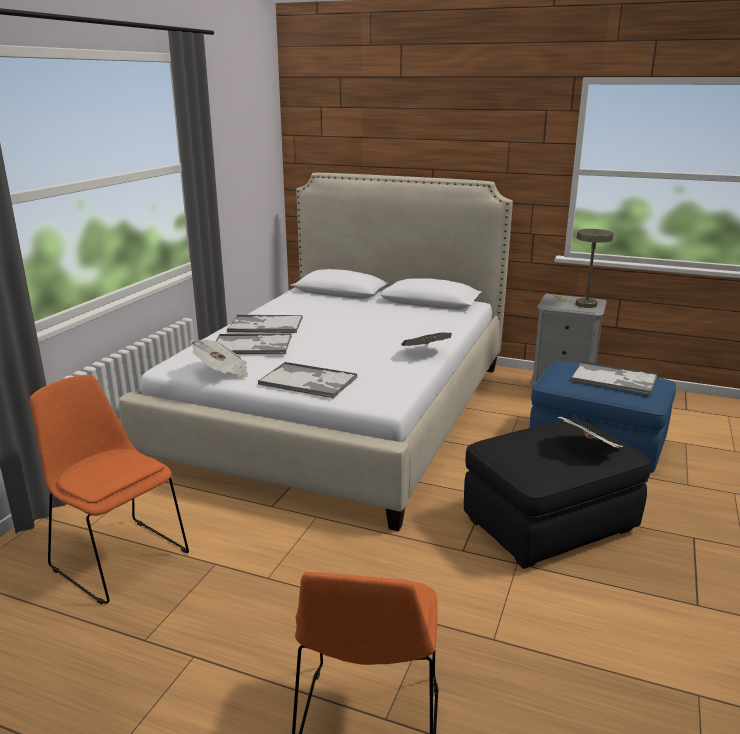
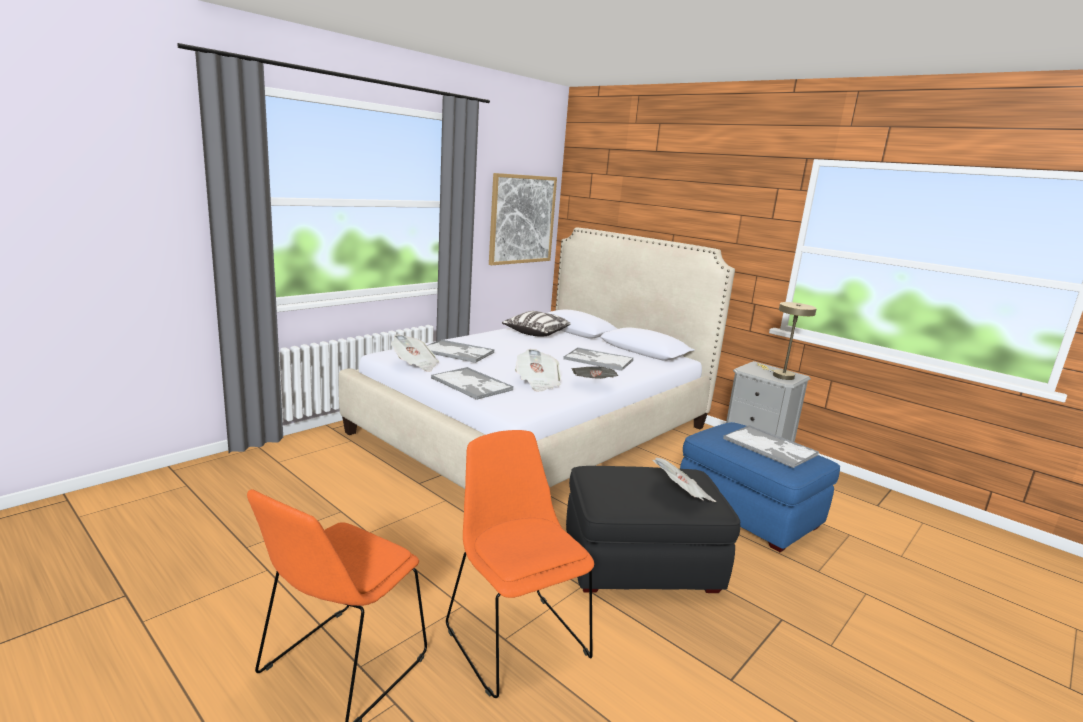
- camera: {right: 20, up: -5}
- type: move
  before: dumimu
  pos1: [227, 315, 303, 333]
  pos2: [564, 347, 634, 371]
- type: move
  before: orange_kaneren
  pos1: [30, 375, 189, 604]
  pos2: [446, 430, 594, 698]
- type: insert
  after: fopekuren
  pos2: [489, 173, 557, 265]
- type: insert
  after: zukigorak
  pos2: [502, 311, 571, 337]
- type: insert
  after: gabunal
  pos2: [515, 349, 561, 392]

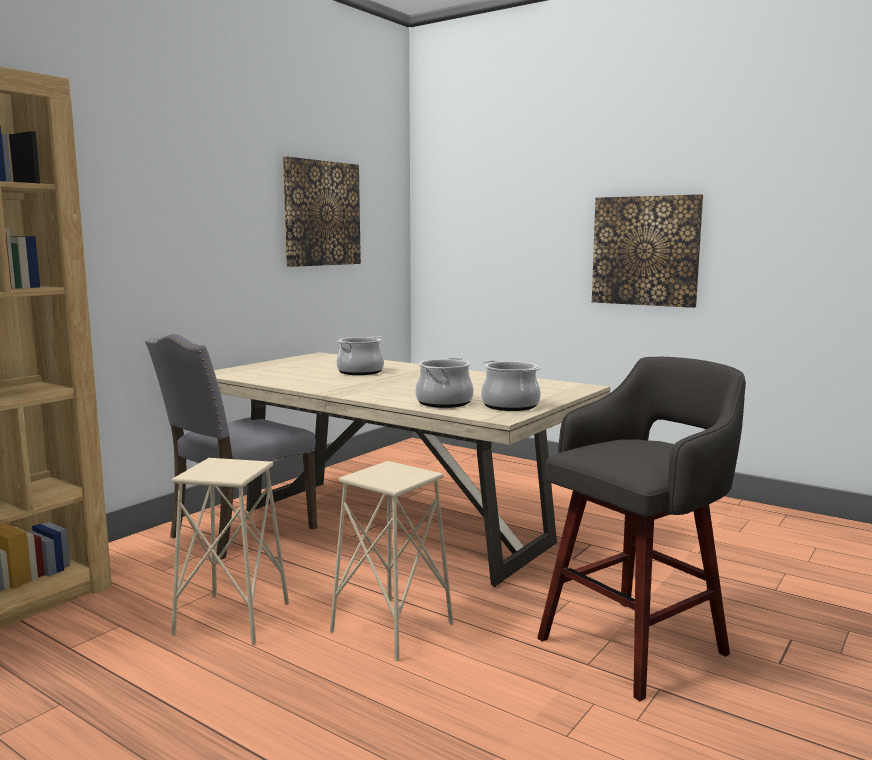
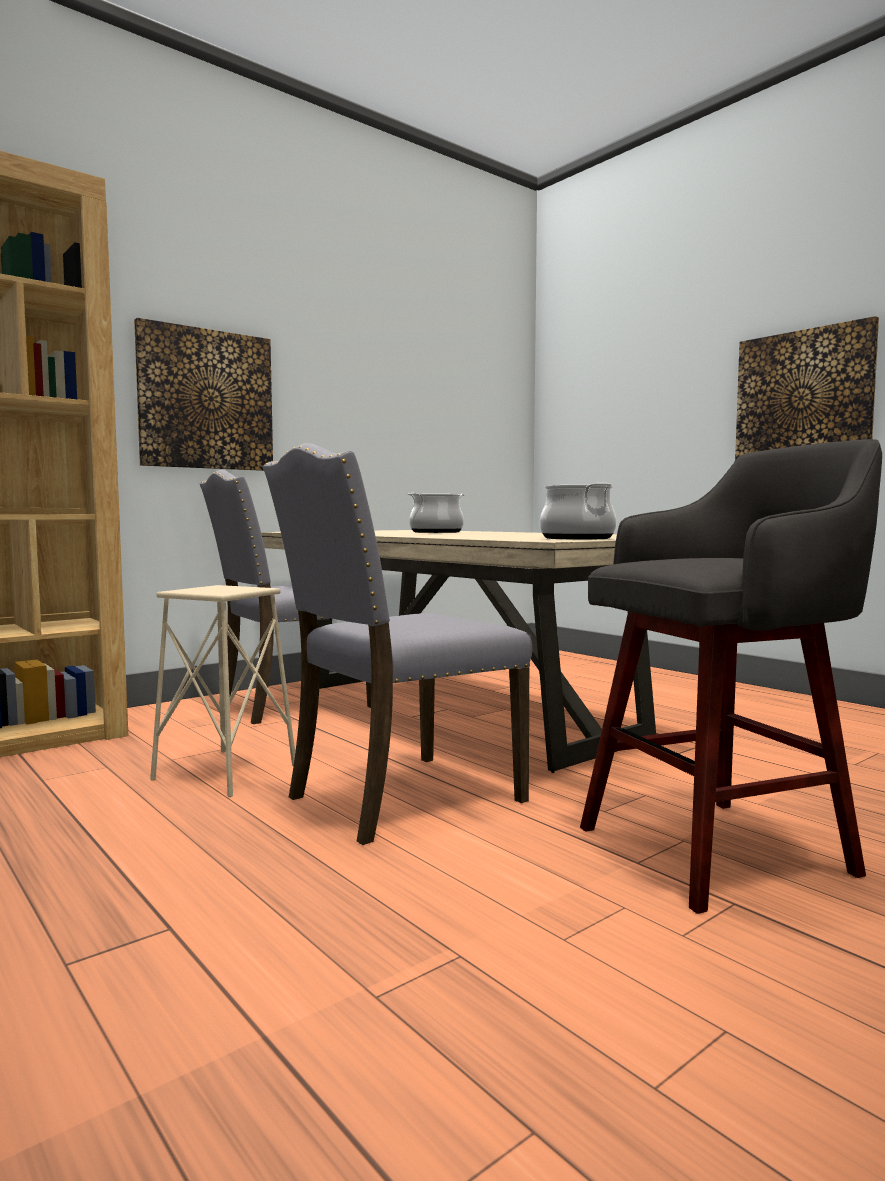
- camera: {right: 15, up: -5}
- type: move
  before: fopekuren
  pos1: [282, 156, 361, 267]
  pos2: [134, 318, 273, 471]
- type: delete
  before: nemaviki
  pos1: [415, 357, 474, 408]
- type: replace
  before: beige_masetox
  after: grey_kaneren
  pos1: [330, 461, 453, 661]
  pos2: [263, 443, 532, 845]

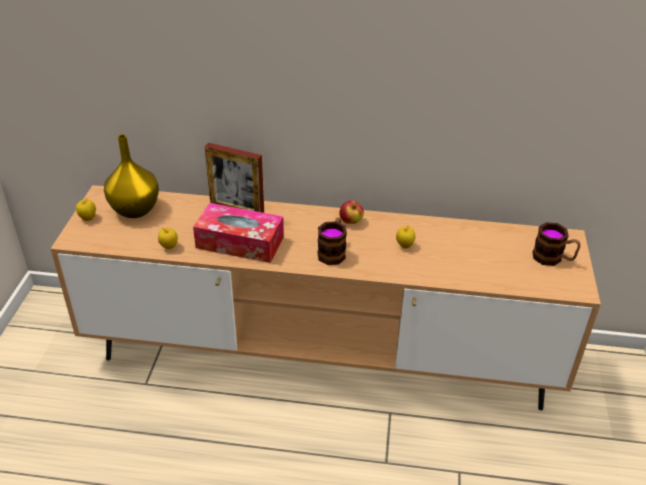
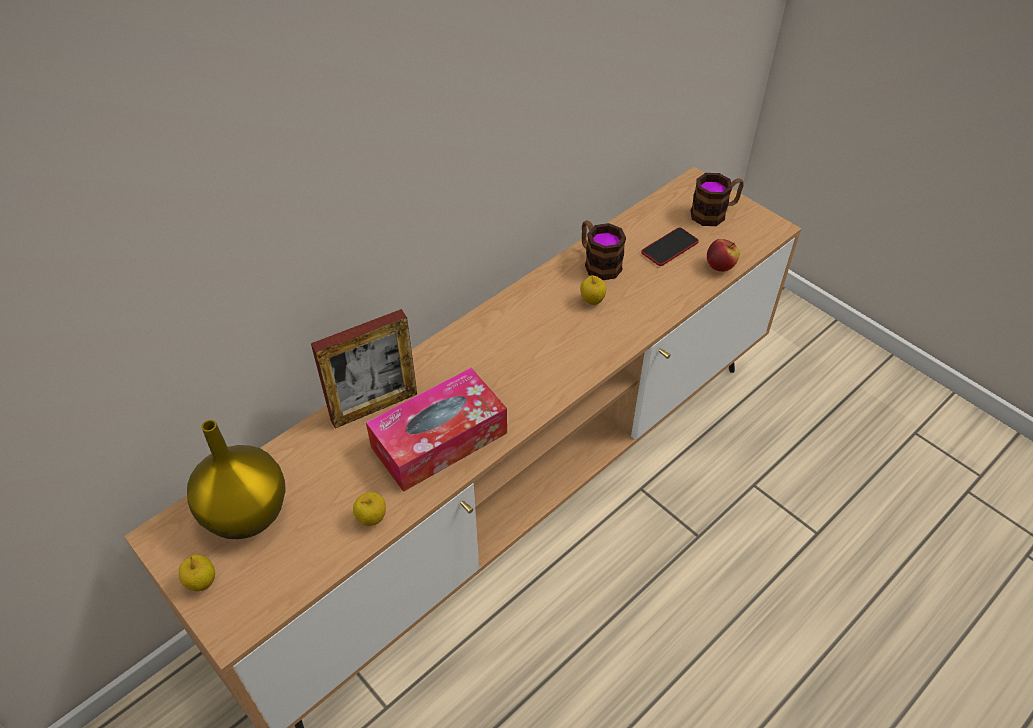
- camera: {right: -50, up: 10}
- type: move
  before: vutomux
  pos1: [339, 200, 364, 224]
  pos2: [707, 239, 740, 272]
- type: move
  before: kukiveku
  pos1: [317, 217, 347, 265]
  pos2: [582, 220, 626, 280]
- type: insert
  after: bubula
  pos2: [641, 228, 699, 266]

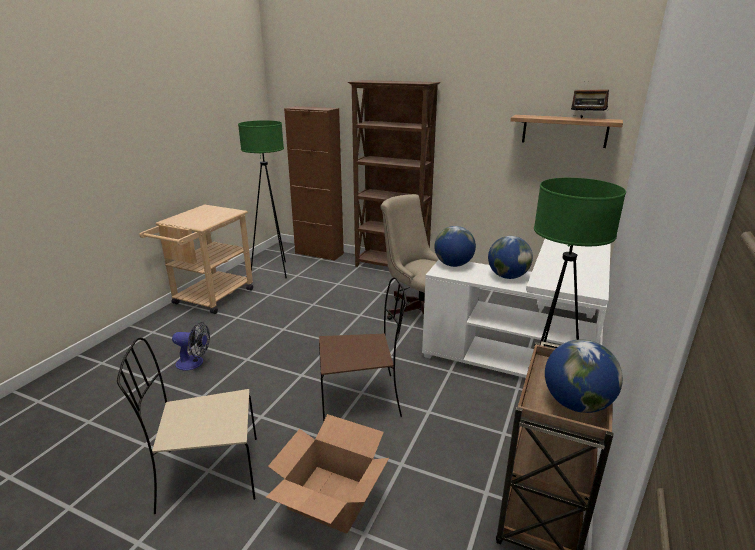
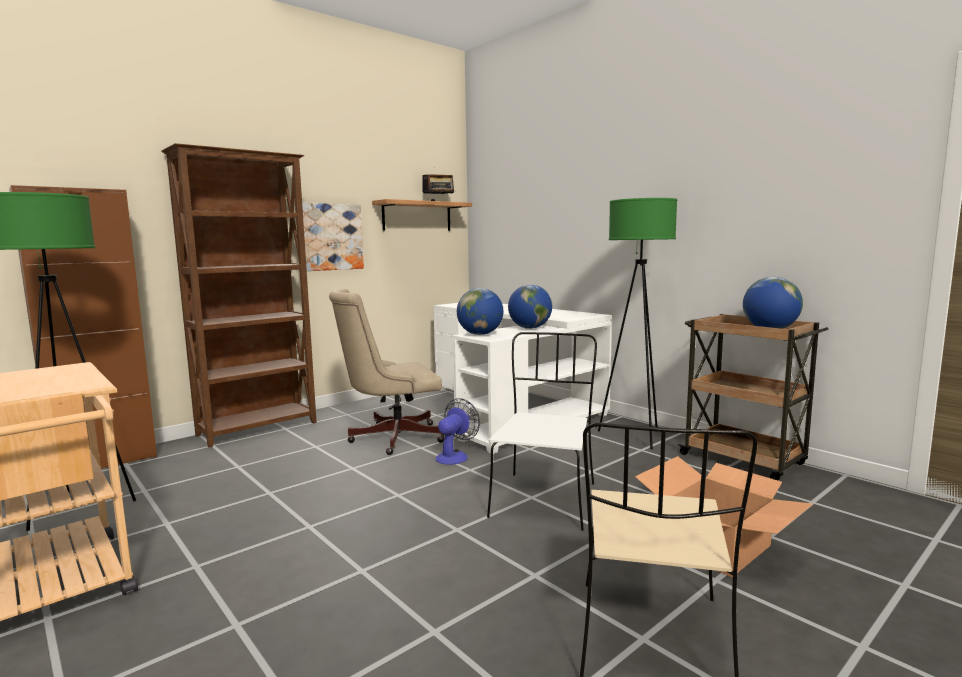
- camera: {right: -65, up: -15}
- type: recolor
  before: brown_kaneren
  after: white_kaneren
  pos1: [319, 277, 407, 422]
  pos2: [487, 332, 597, 531]
- type: move
  before: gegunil
  pos1: [172, 322, 210, 371]
  pos2: [436, 398, 480, 465]
- type: insert
  after: fopekuren
  pos2: [302, 203, 364, 271]

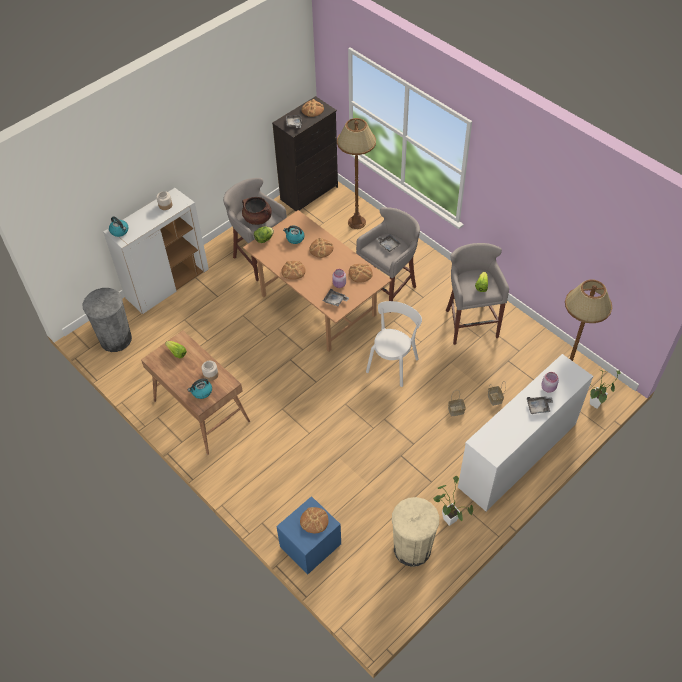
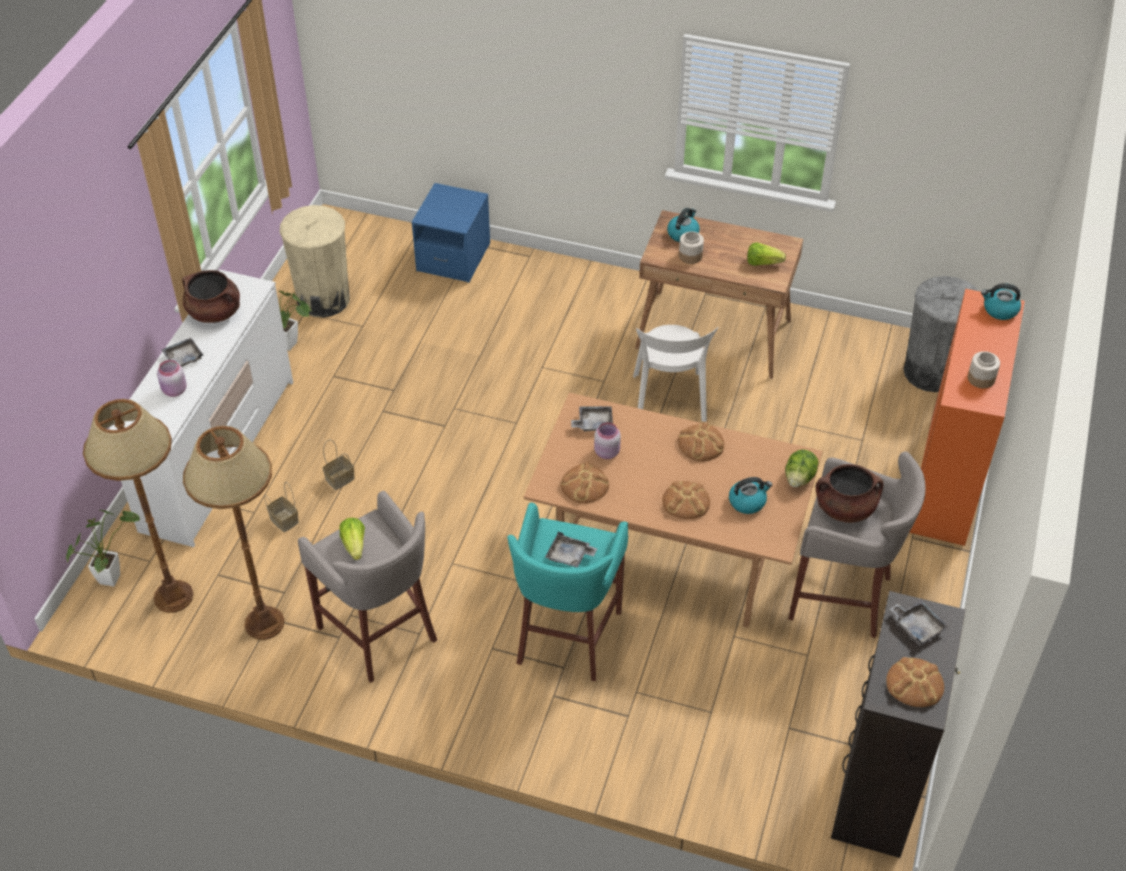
- camera: {right: 150, up: -5}
- type: move
  before: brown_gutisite
  pos1: [337, 118, 376, 229]
  pos2: [183, 426, 284, 640]
- type: recolor
  before: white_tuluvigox
  after: orange_tuluvigox
  pos1: [103, 188, 209, 314]
  pos2: [909, 289, 1025, 546]
- type: recolor
  before: grey_masetox
  after: turquoise_masetox
  pos1: [356, 207, 420, 313]
  pos2: [507, 503, 628, 681]
- type: move
  before: white_kaneren
  pos1: [366, 301, 422, 387]
  pos2: [633, 325, 719, 422]
- type: delete
  before: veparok
  pos1: [300, 507, 329, 533]
- type: insert
  after: brown_nemaviki
  pos2: [182, 270, 240, 323]

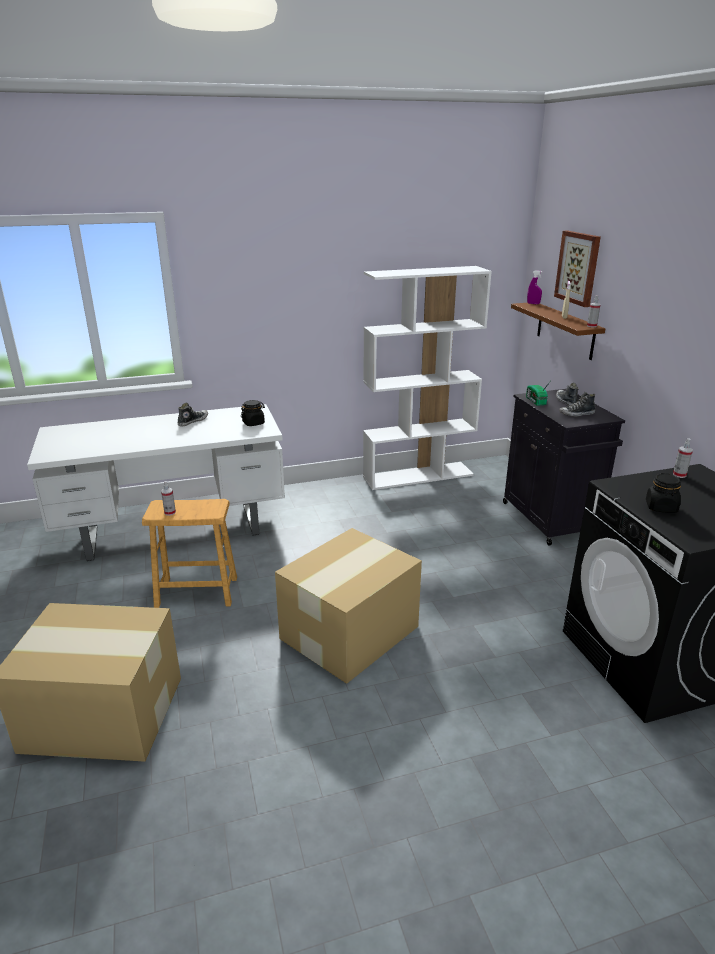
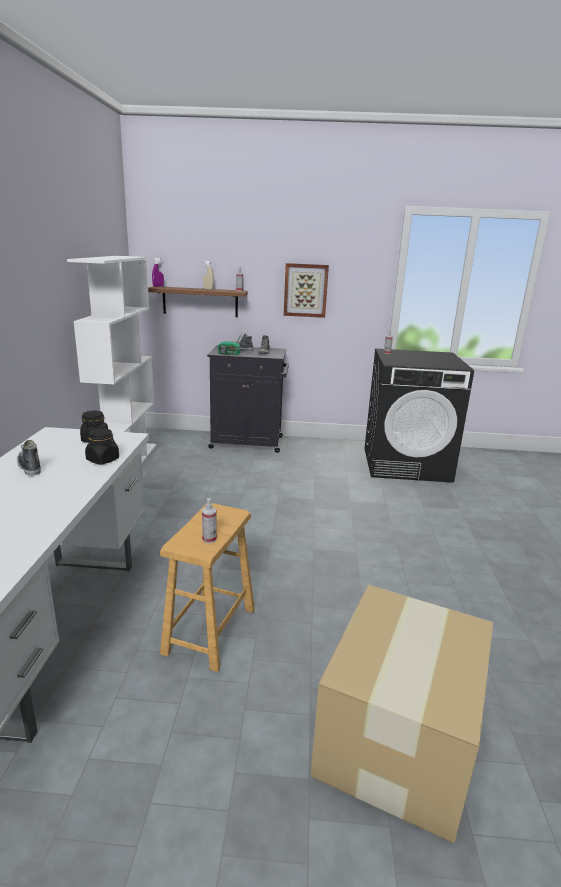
- camera: {right: -70, up: -5}
- type: move
  before: fopekuren
  pos1: [554, 231, 601, 307]
  pos2: [284, 263, 329, 318]
- type: move
  before: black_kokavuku
  pos1: [646, 473, 681, 513]
  pos2: [85, 428, 119, 464]
- type: delete
  before: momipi
  pos1: [275, 528, 422, 684]

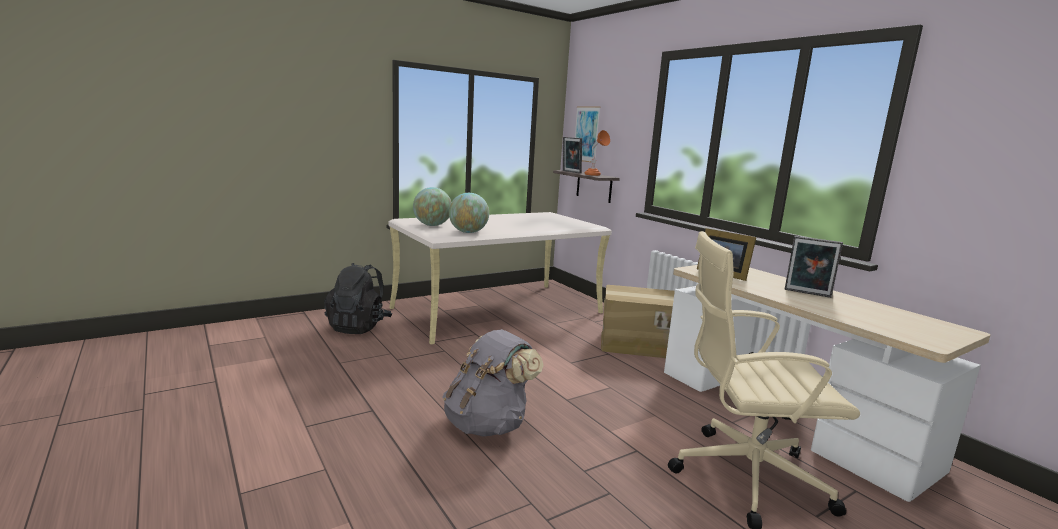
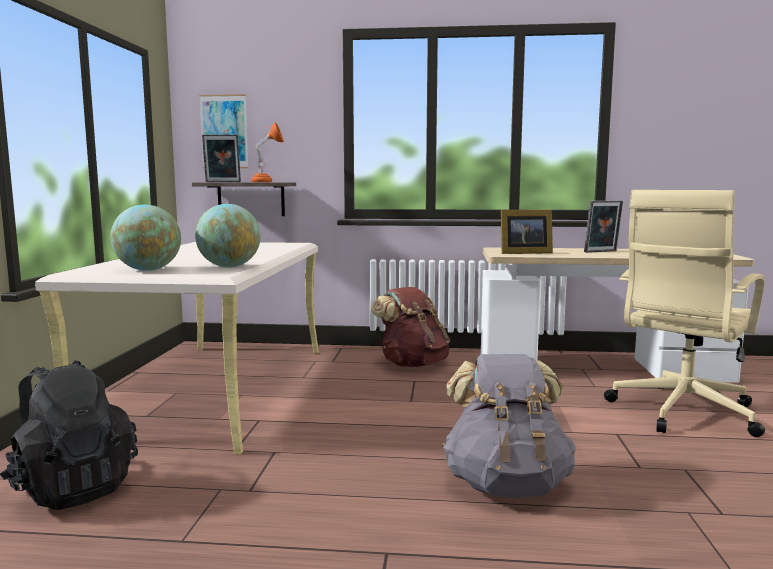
- camera: {right: -50, up: -5}
- type: replace
  before: momipi
  after: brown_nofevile
  pos1: [601, 285, 675, 358]
  pos2: [371, 287, 450, 367]

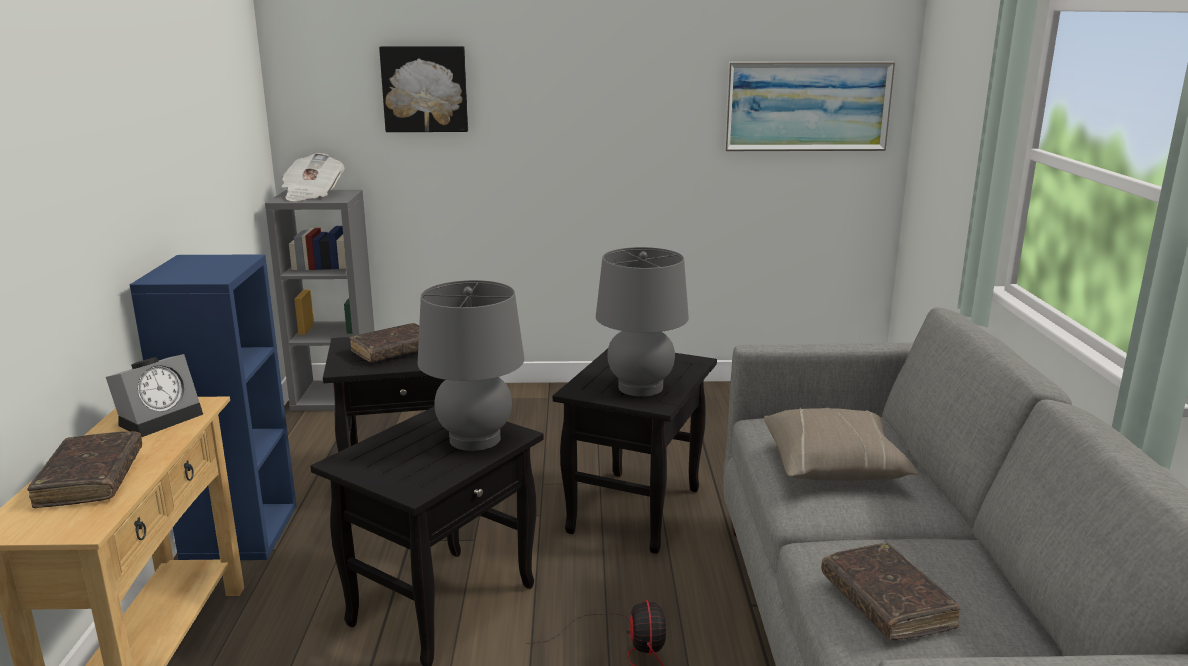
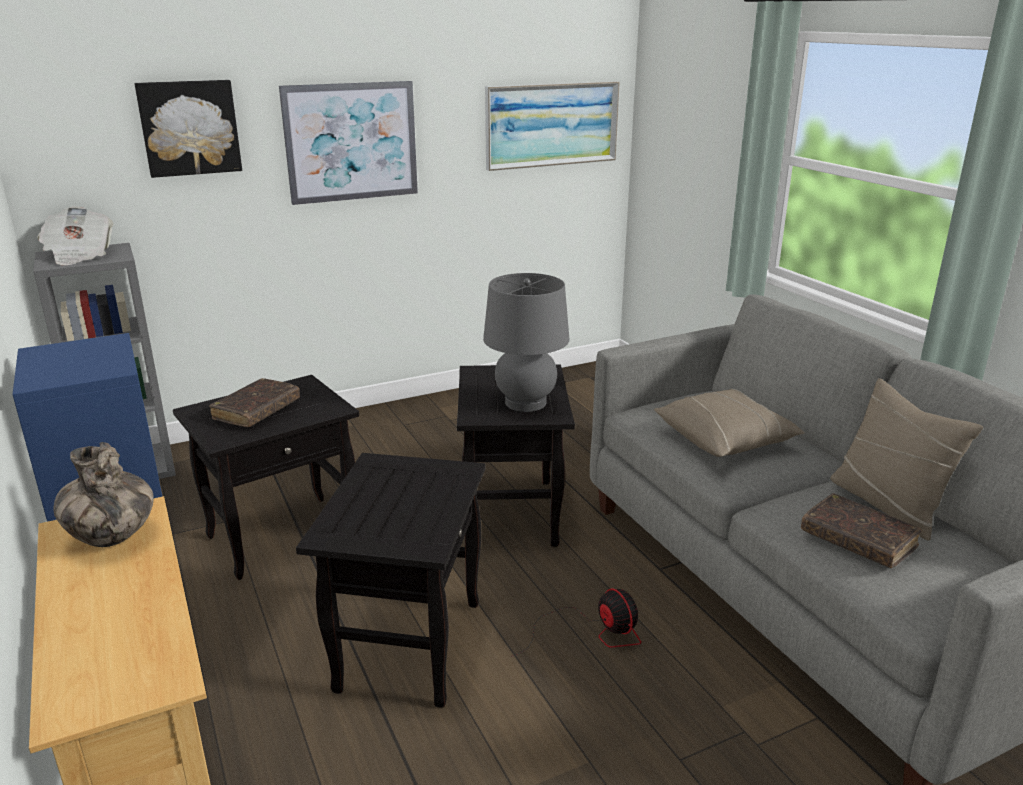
- camera: {right: -25, up: 5}
- type: delete
  before: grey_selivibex
  pos1: [418, 280, 524, 451]
- type: replace
  before: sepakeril
  after: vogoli
  pos1: [106, 354, 203, 437]
  pos2: [53, 442, 154, 547]
- type: delete
  before: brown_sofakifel
  pos1: [27, 431, 142, 508]
- type: insert
  after: fopekuren
  pos2: [279, 81, 418, 205]
- type: insert
  after: beige_zukigorak
  pos2: [830, 378, 983, 541]

